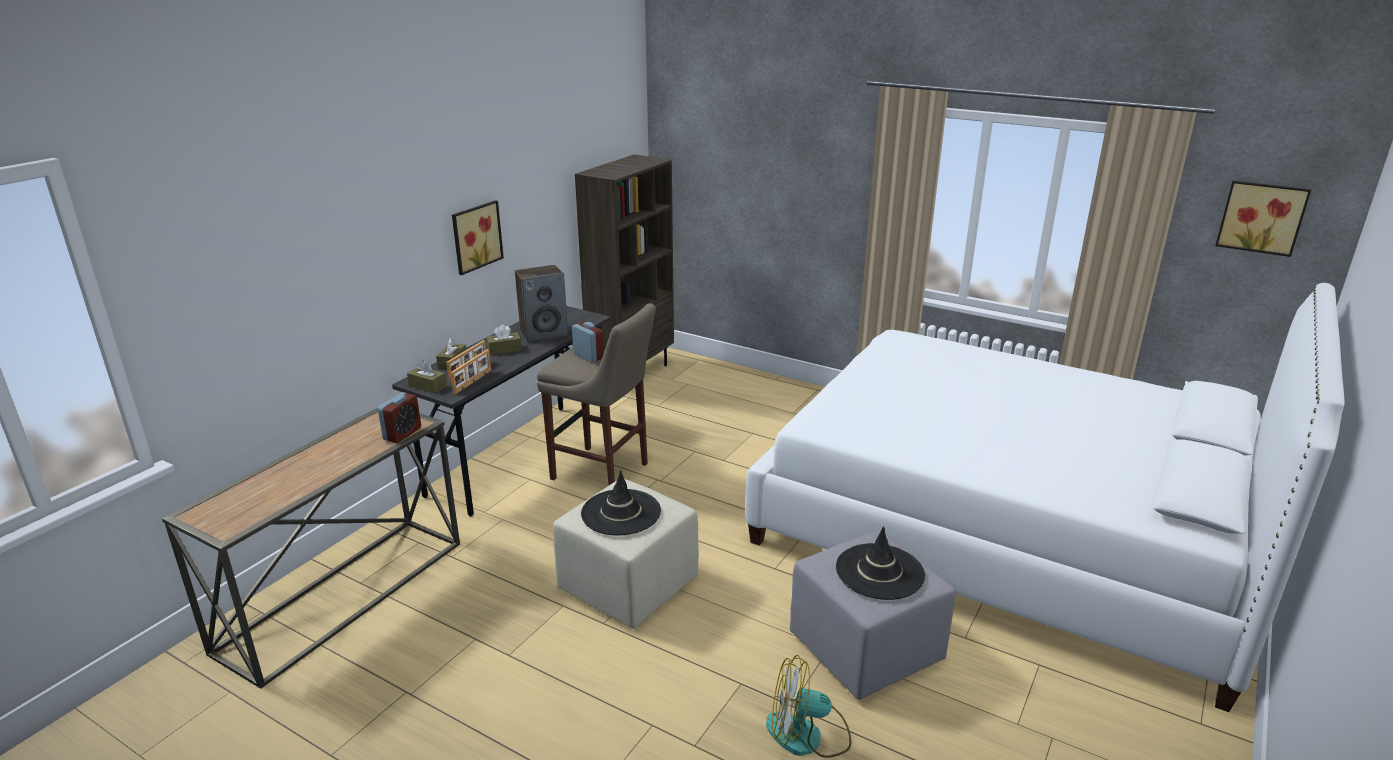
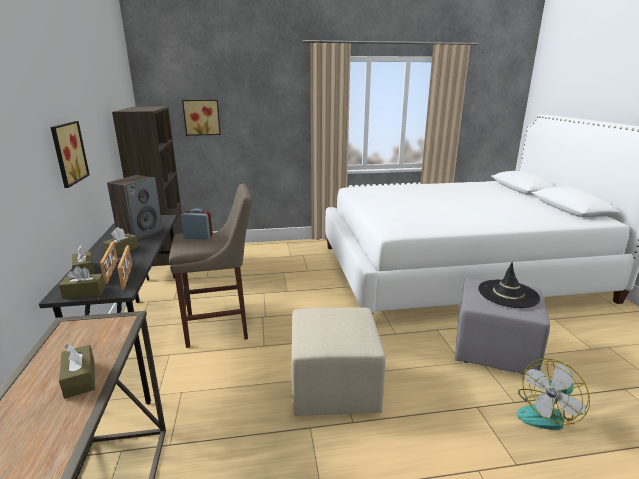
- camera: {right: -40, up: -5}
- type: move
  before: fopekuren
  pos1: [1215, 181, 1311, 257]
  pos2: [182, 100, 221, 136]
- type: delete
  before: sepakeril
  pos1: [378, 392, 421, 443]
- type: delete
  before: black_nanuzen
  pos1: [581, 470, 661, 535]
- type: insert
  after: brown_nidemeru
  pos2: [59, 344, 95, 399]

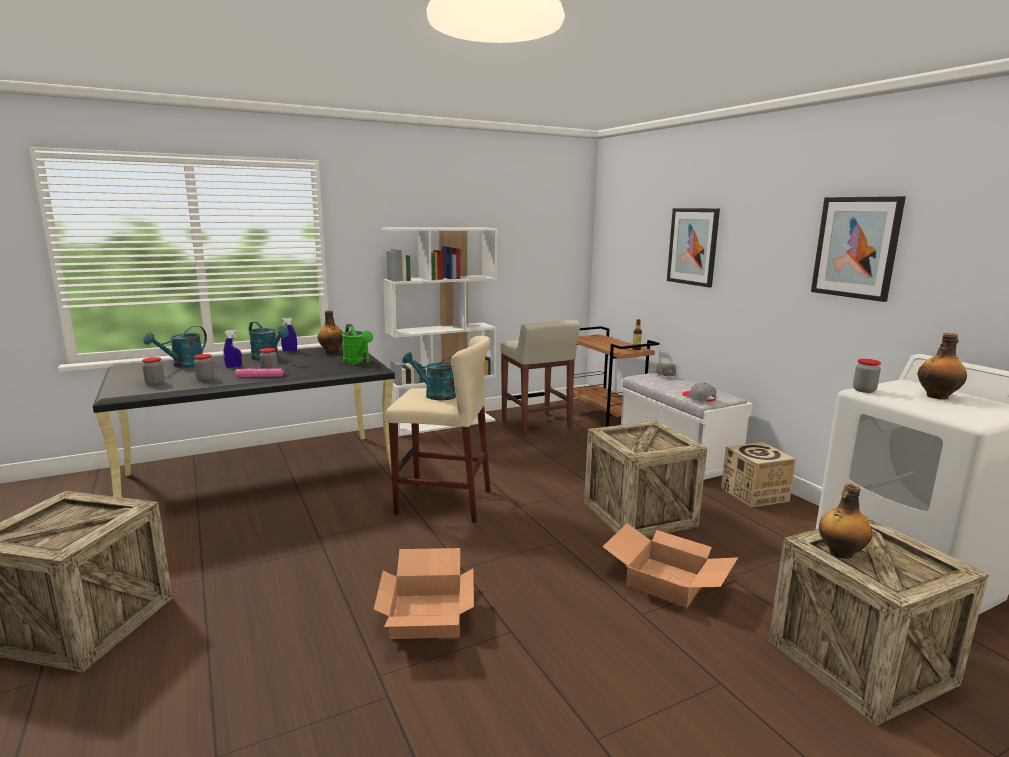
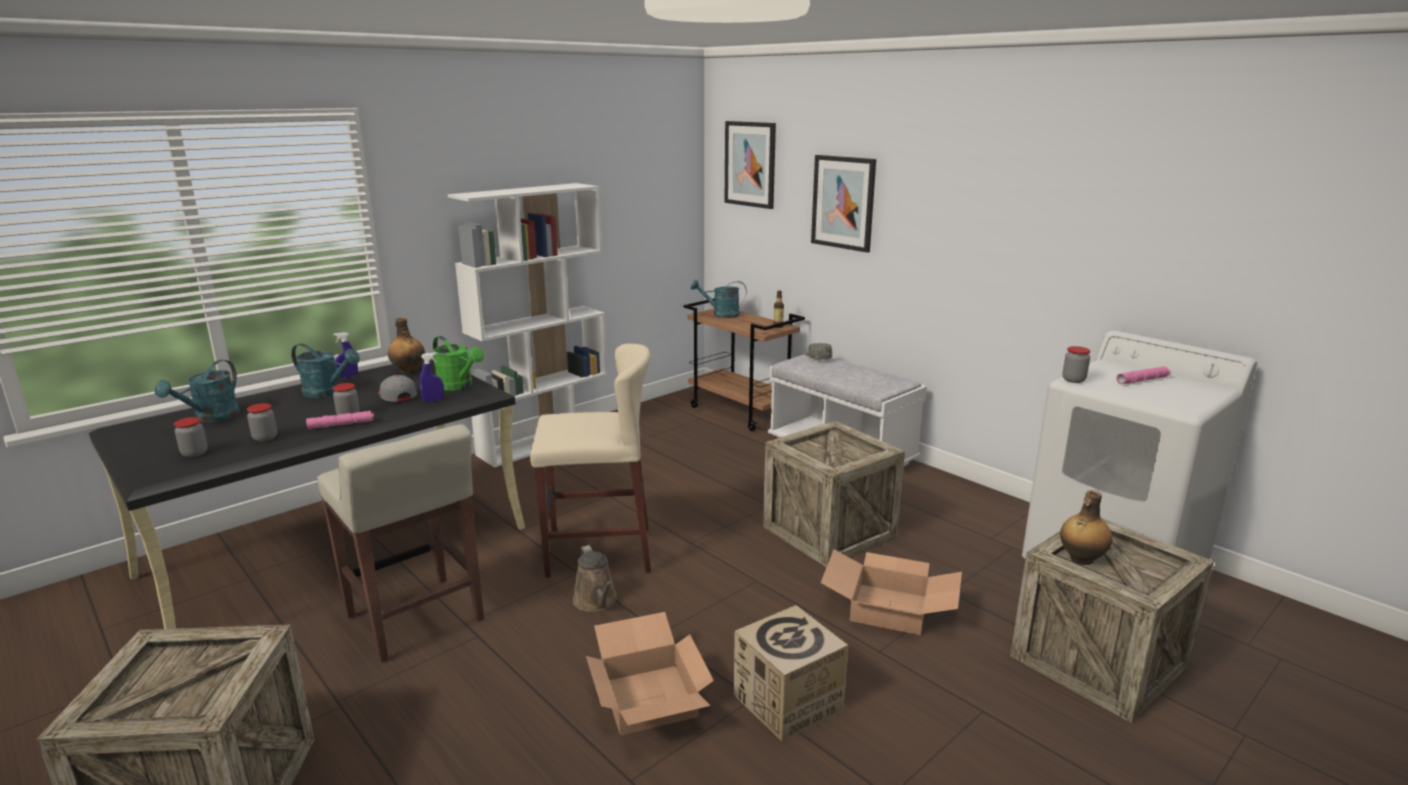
- camera: {right: -15, up: 5}
- type: move
  before: fopekuren
  pos1: [811, 196, 906, 302]
  pos2: [725, 121, 776, 209]
- type: move
  before: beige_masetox
  pos1: [500, 320, 581, 436]
  pos2: [317, 424, 484, 663]
- type: move
  before: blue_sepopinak
  pos1: [224, 330, 242, 368]
  pos2: [420, 352, 444, 402]
- type: replace
  before: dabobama
  after: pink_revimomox
  pos1: [918, 333, 967, 399]
  pos2: [1116, 366, 1171, 385]
- type: move
  before: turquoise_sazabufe
  pos1: [402, 352, 456, 400]
  pos2: [691, 280, 747, 318]
- type: move
  before: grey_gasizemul
  pos1: [682, 383, 716, 402]
  pos2: [378, 375, 417, 402]
- type: move
  before: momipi
  pos1: [721, 442, 796, 508]
  pos2: [734, 605, 848, 741]
- type: insert
  after: brown_sazabufe
  pos2: [573, 545, 617, 612]

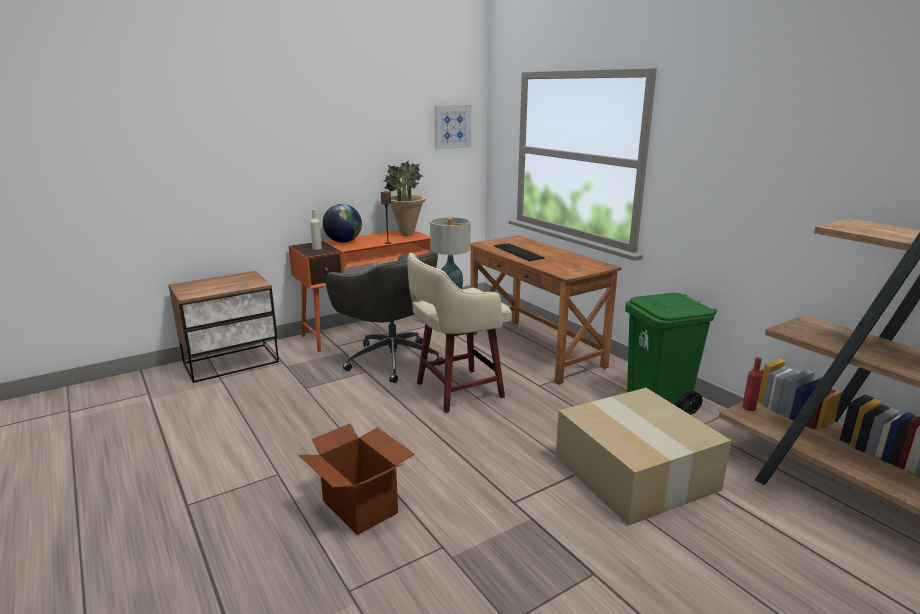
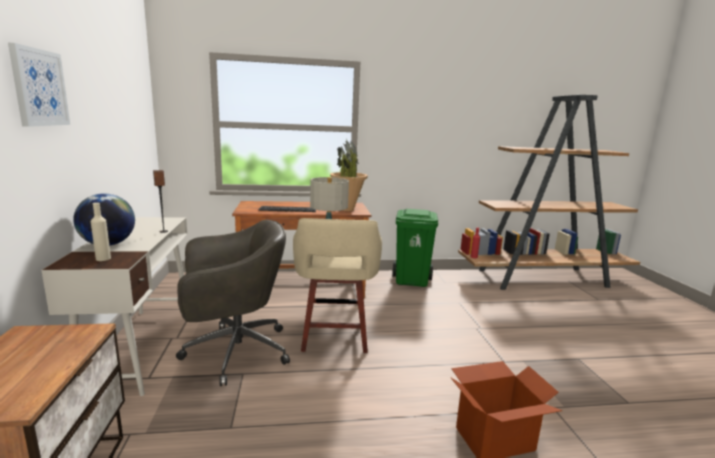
- camera: {right: -65, up: -5}
- type: move
  before: fopekuren
  pos1: [435, 105, 471, 150]
  pos2: [8, 43, 70, 127]
- type: move
  before: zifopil
  pos1: [384, 160, 426, 236]
  pos2: [330, 139, 368, 211]
- type: recolor
  before: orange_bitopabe
  after: white_bitopabe
  pos1: [289, 230, 431, 352]
  pos2: [41, 217, 187, 396]
- type: delete
  before: momipi
  pos1: [556, 388, 731, 526]

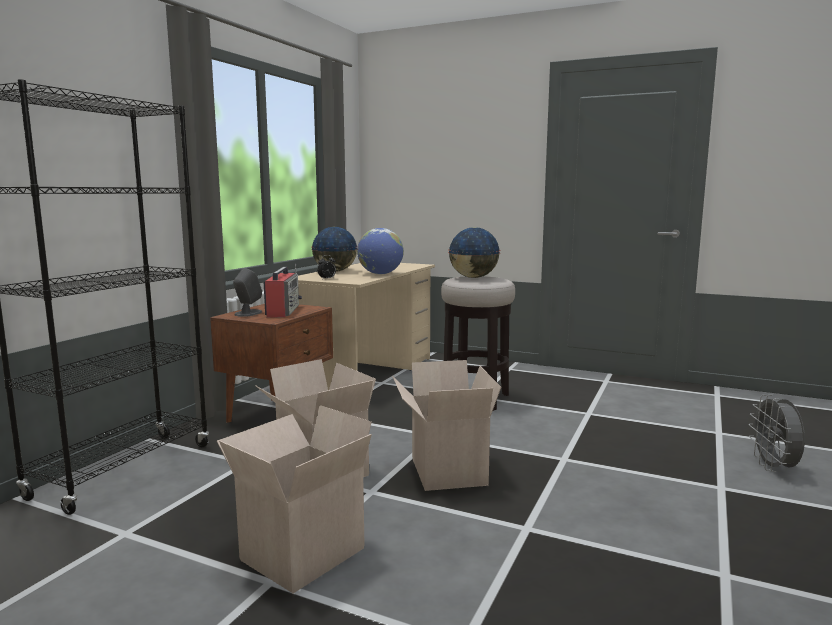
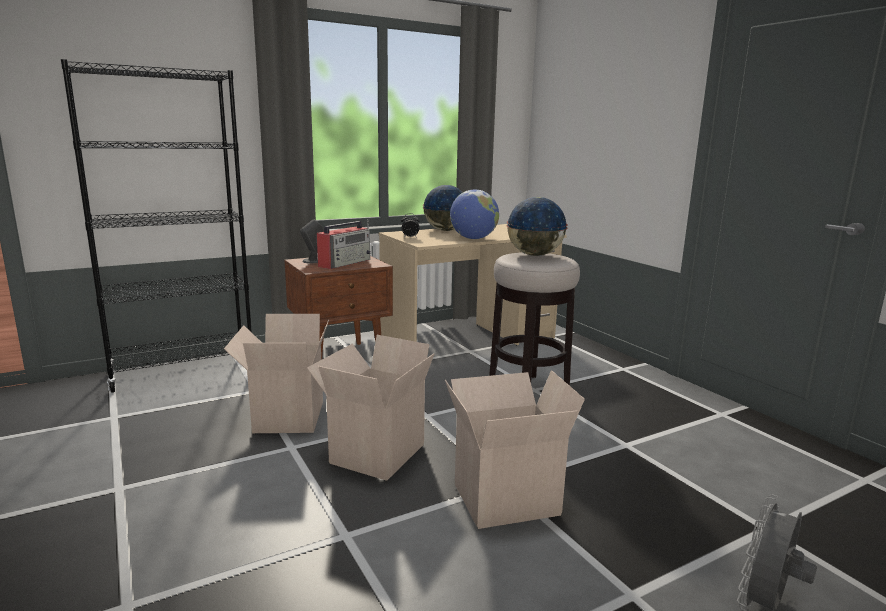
- camera: {right: 35, up: 5}
- type: move
  before: momipi
  pos1: [217, 405, 372, 593]
  pos2: [445, 370, 585, 529]

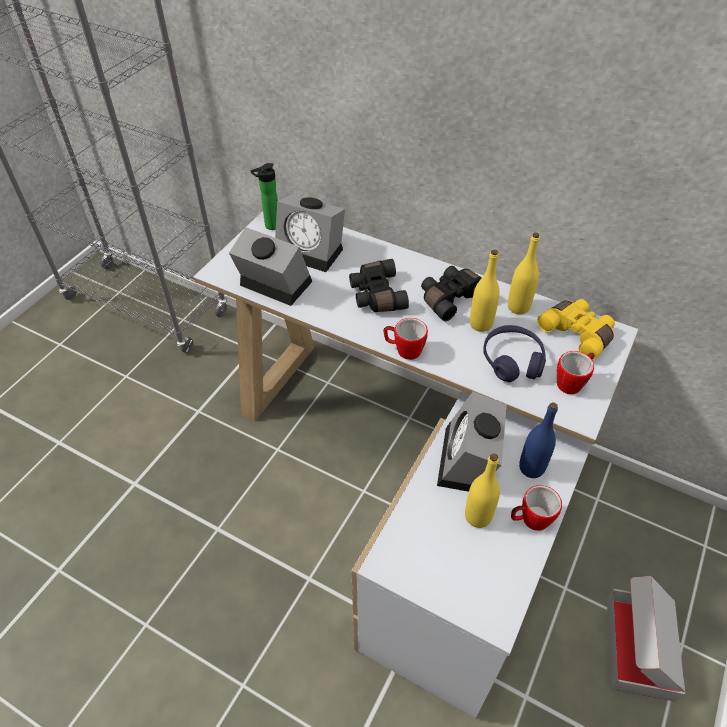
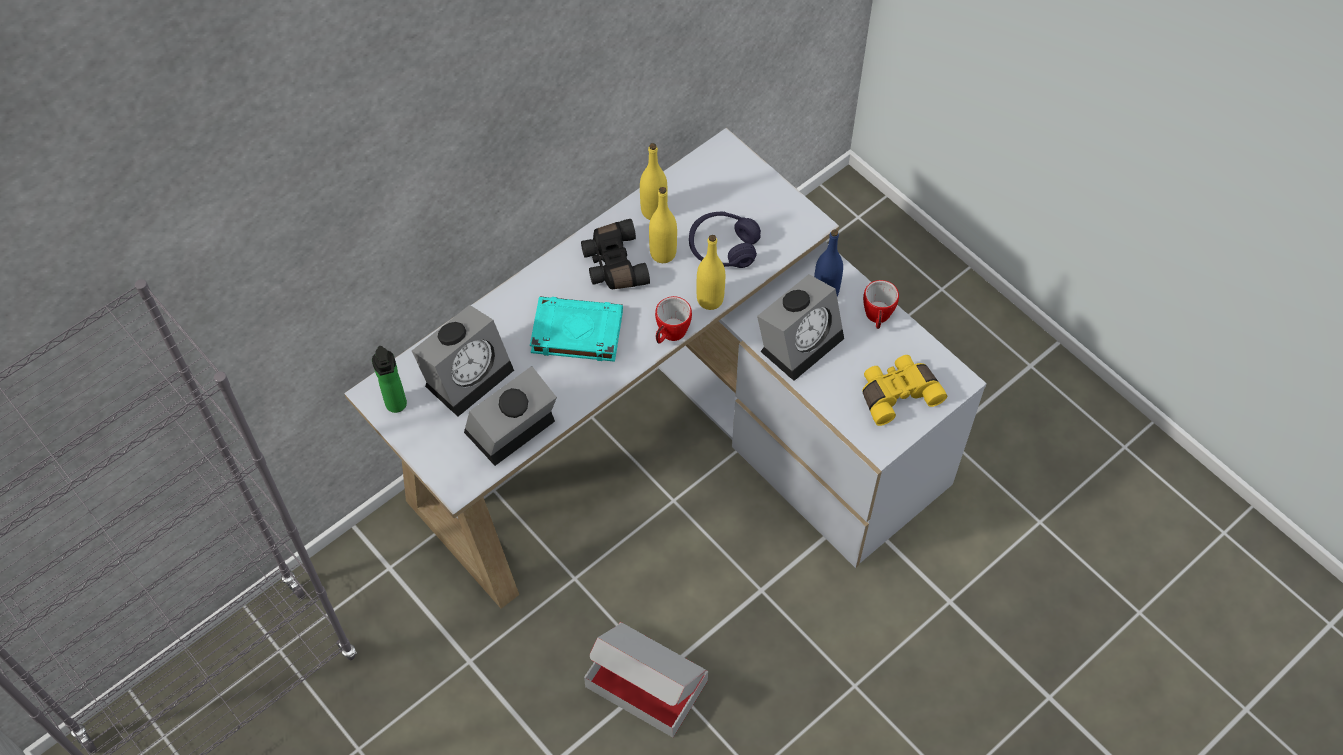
- camera: {right: -70, up: 10}
- type: replace
  before: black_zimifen
  after: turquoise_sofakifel
  pos1: [349, 259, 409, 312]
  pos2: [530, 296, 623, 362]
- type: move
  before: yellow_zimifen
  pos1: [537, 299, 615, 360]
  pos2: [862, 355, 947, 426]
- type: delete
  before: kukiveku
  pos1: [557, 351, 594, 394]
- type: rotate
  before: sepakeril
  pos1: [437, 392, 507, 492]
  pos2: [757, 274, 844, 381]
  turn: -75
- type: move
  before: yellow_dabobama
  pos1: [465, 453, 500, 528]
  pos2: [697, 235, 725, 310]
- type: move
  before: momipi
  pos1: [607, 576, 685, 702]
  pos2: [584, 622, 708, 738]

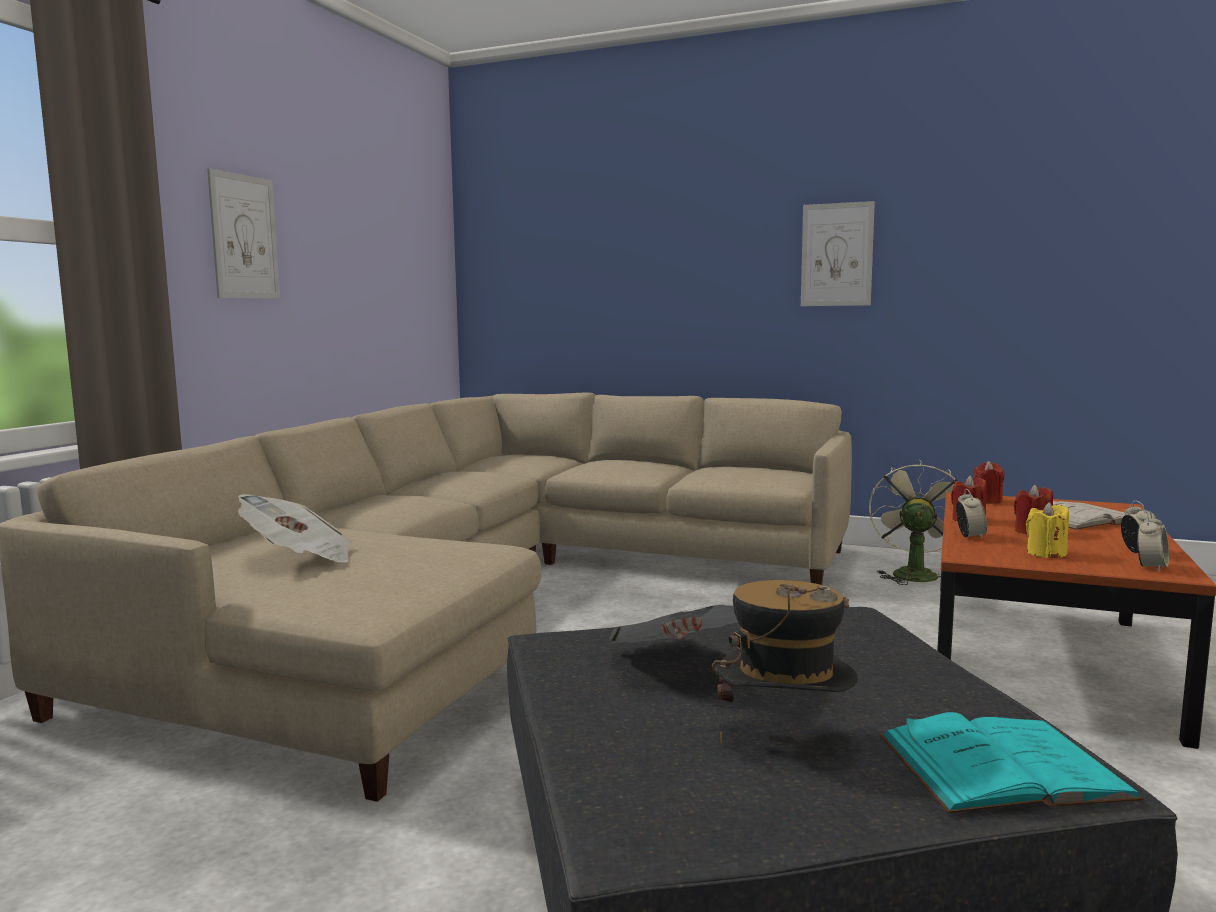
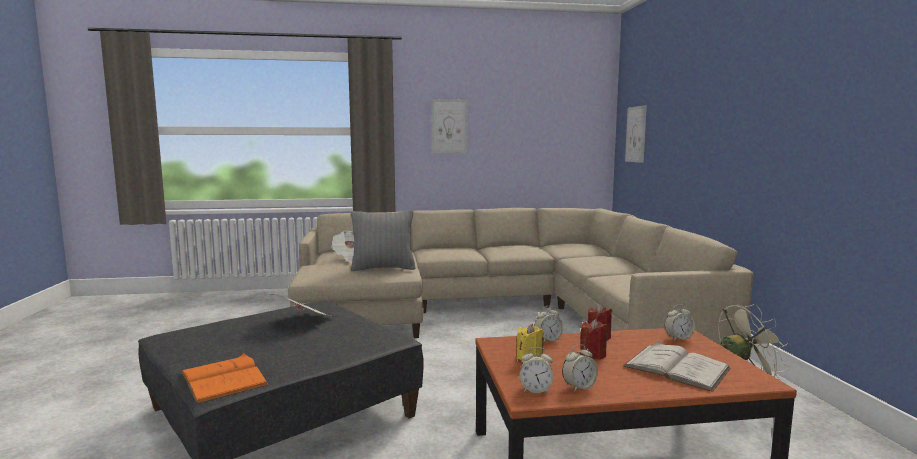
- camera: {right: 60, up: 0}
- type: move
  before: fopekuren
  pos1: [801, 201, 875, 306]
  pos2: [625, 105, 647, 163]
- type: replace
  before: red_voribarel
  after: sepakeril
  pos1: [974, 461, 1005, 504]
  pos2: [665, 304, 695, 341]
- type: delete
  before: nanuzen
  pos1: [712, 580, 858, 743]
- type: recolor
  before: turquoise_sofakifel
  after: orange_sofakifel
  pos1: [880, 712, 1143, 813]
  pos2: [181, 353, 268, 404]
- type: insert
  after: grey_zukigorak
  pos2: [351, 210, 416, 271]

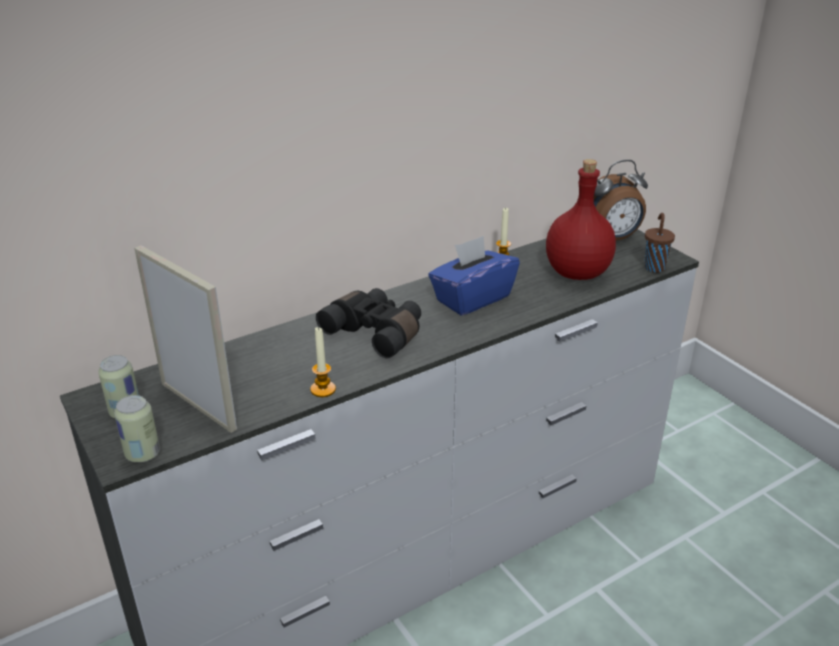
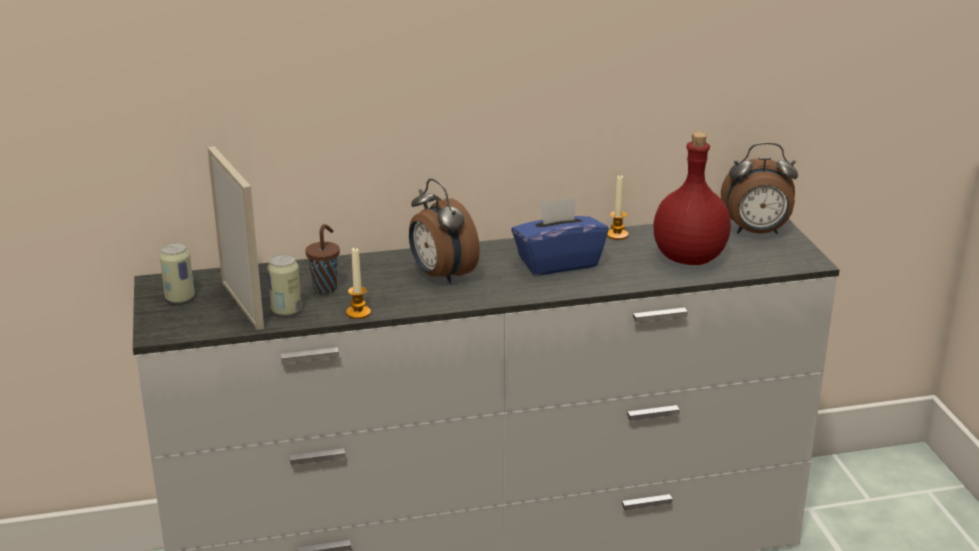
- camera: {right: 20, up: -5}
- type: move
  before: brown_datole
  pos1: [644, 213, 675, 273]
  pos2: [305, 224, 340, 294]
- type: replace
  before: black_zimifen
  after: sepakeril
  pos1: [316, 288, 421, 359]
  pos2: [409, 178, 480, 285]
- type: move
  before: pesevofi
  pos1: [114, 395, 160, 463]
  pos2: [267, 255, 302, 316]

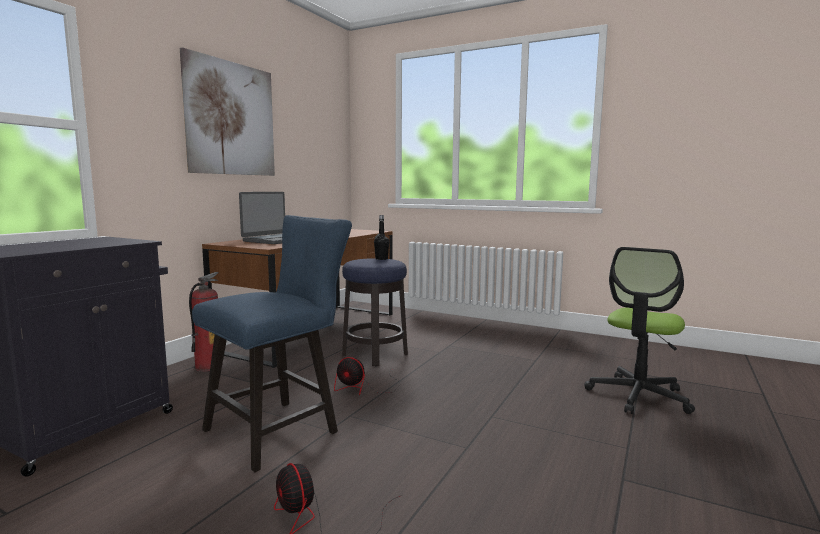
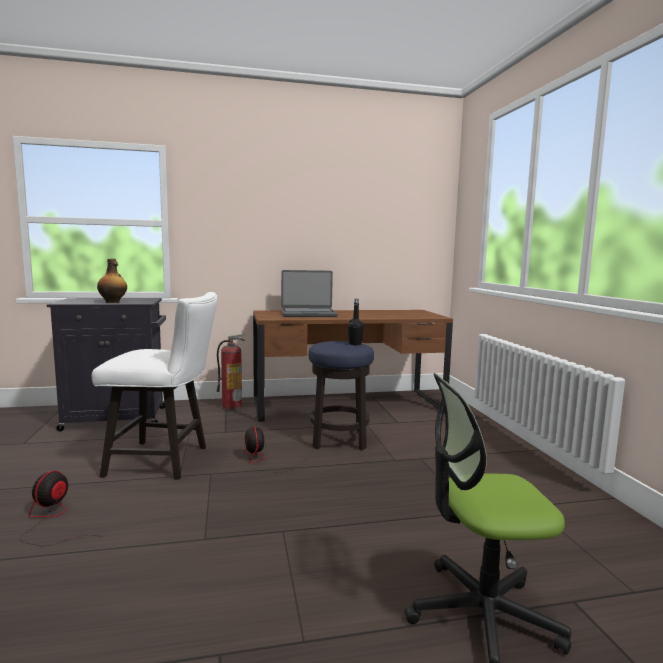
- camera: {right: 50, up: 0}
- type: delete
  before: fopekuren
  pos1: [180, 47, 275, 176]
- type: recolor
  before: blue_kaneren
  after: white_kaneren
  pos1: [192, 215, 352, 472]
  pos2: [92, 292, 217, 480]
- type: insert
  after: dabobama
  pos2: [97, 259, 127, 303]

